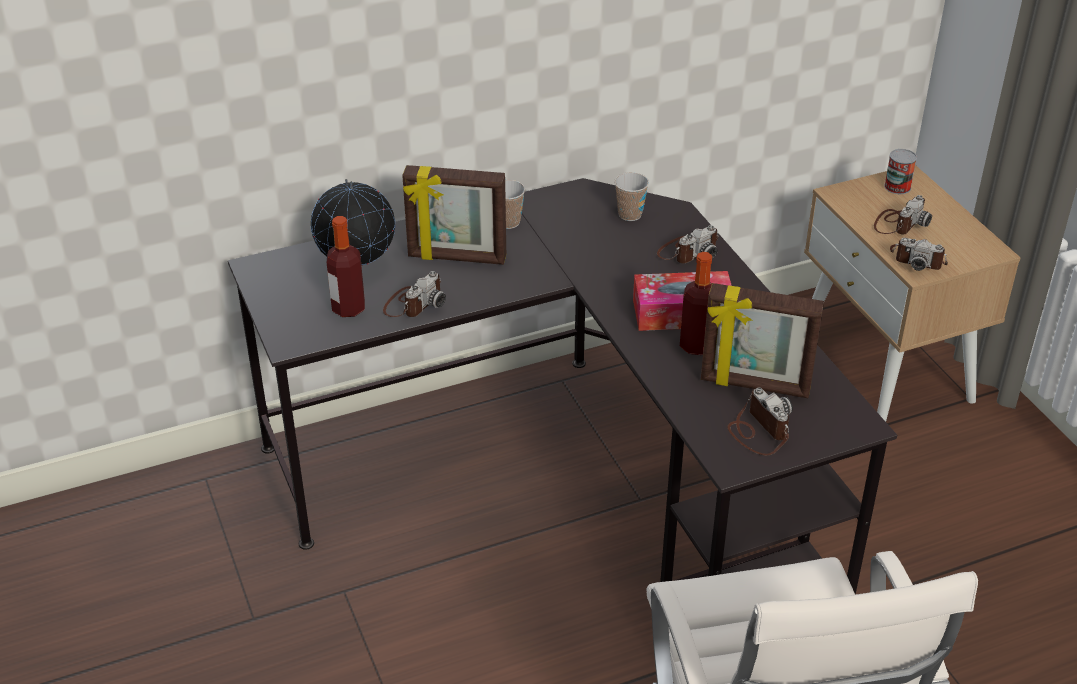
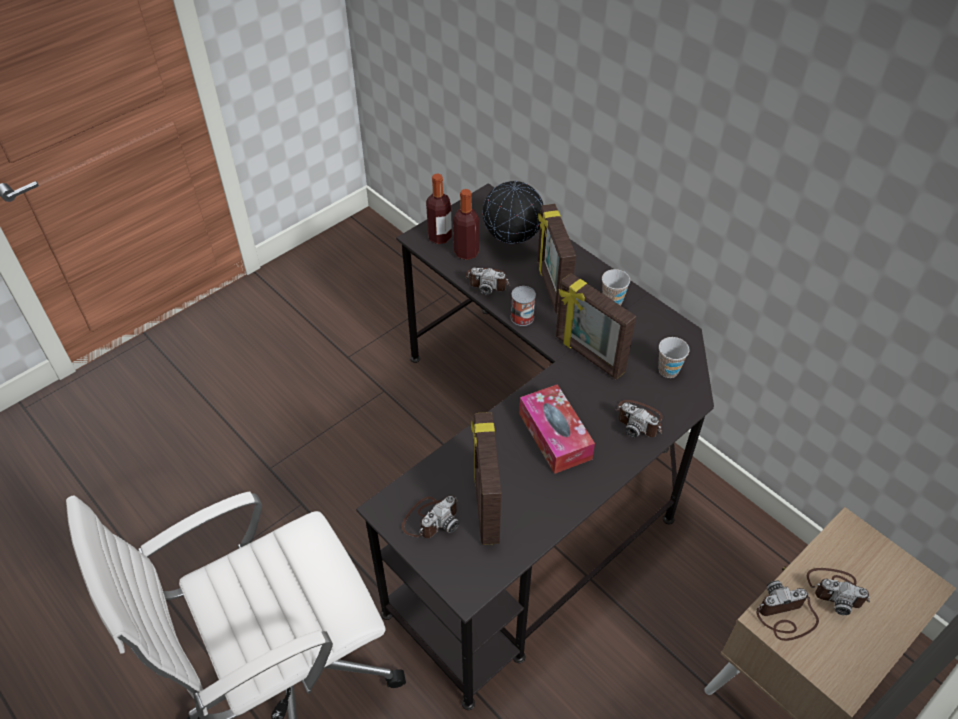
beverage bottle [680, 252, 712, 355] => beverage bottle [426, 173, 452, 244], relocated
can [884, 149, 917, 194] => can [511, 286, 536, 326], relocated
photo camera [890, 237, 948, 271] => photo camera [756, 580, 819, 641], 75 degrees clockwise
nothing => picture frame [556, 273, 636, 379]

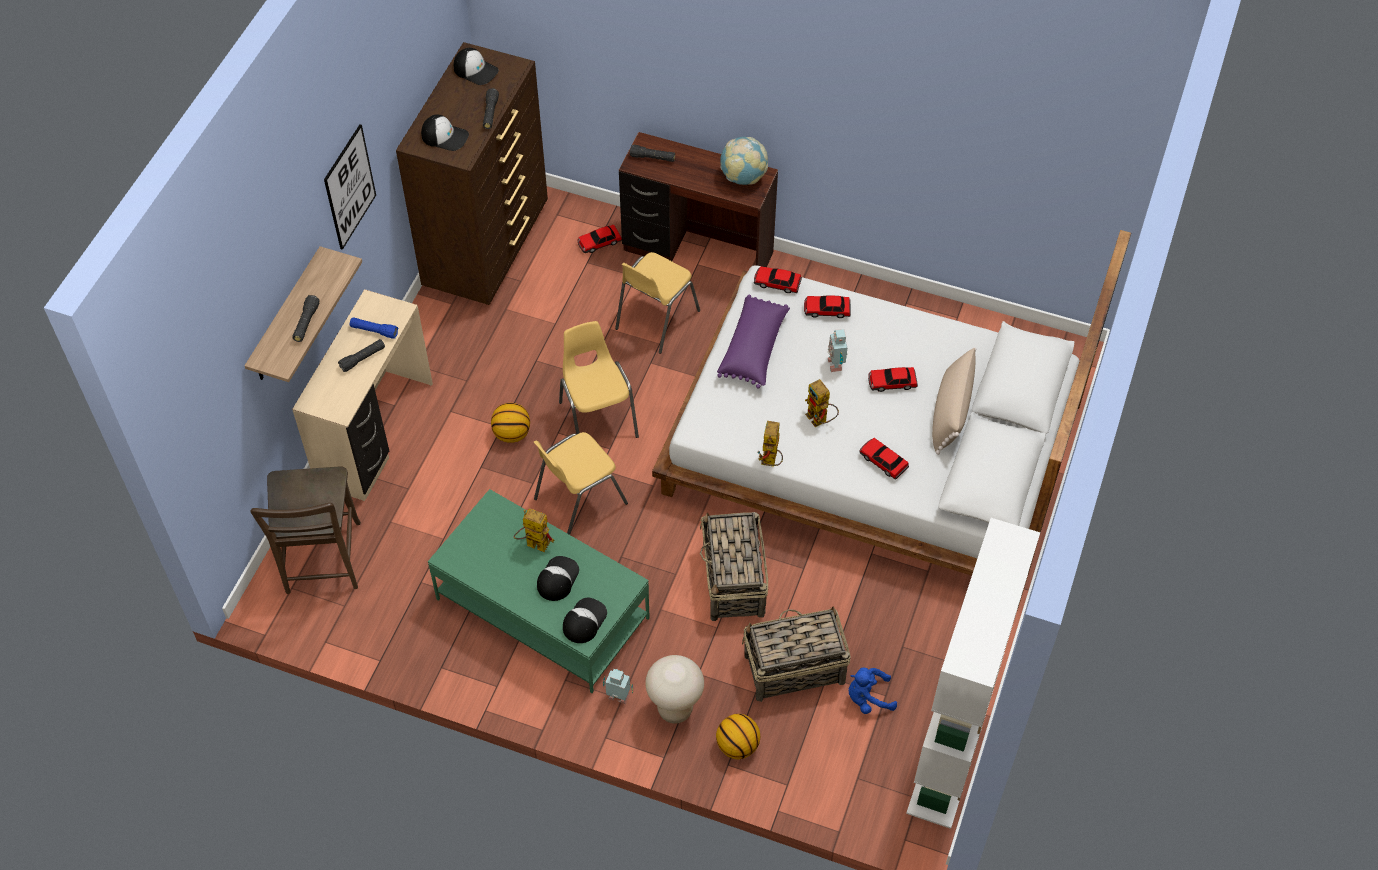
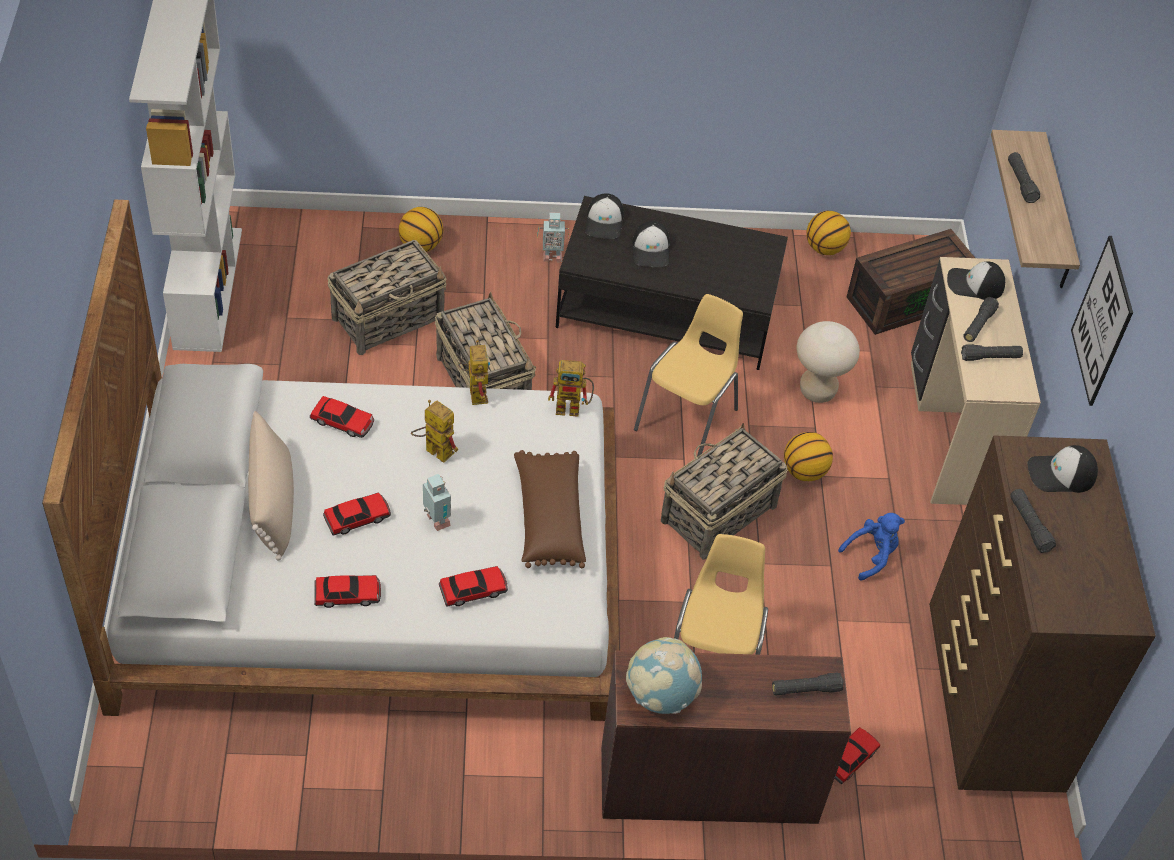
brown-coloured chair [250, 466, 361, 594] => brown-coloured storage container [847, 229, 975, 335]
bluish flashlight [350, 317, 398, 339] => black flashlight [961, 344, 1023, 361]
green-coloured low table [428, 489, 650, 693] => black low table [556, 196, 788, 370]
peaked cap [454, 48, 499, 85] => peaked cap [947, 261, 1005, 300], relocated
robot figure [514, 509, 554, 553] => robot figure [548, 360, 594, 417], relocated
yellow-coloured chair [559, 321, 639, 438] => storage basket [661, 423, 788, 560]
sand-coloured stool [645, 655, 704, 724] => sand-coloured stool [797, 321, 860, 403], relocated
purple pillow [717, 294, 790, 389] => brown-coloured pillow [514, 450, 586, 568]
model car [754, 266, 802, 293] => model car [314, 575, 381, 608], relocated
bluish cuddly toy [849, 667, 897, 714] => bluish cuddly toy [838, 513, 905, 581], relocated
nothing => basketball ball [806, 211, 851, 255]

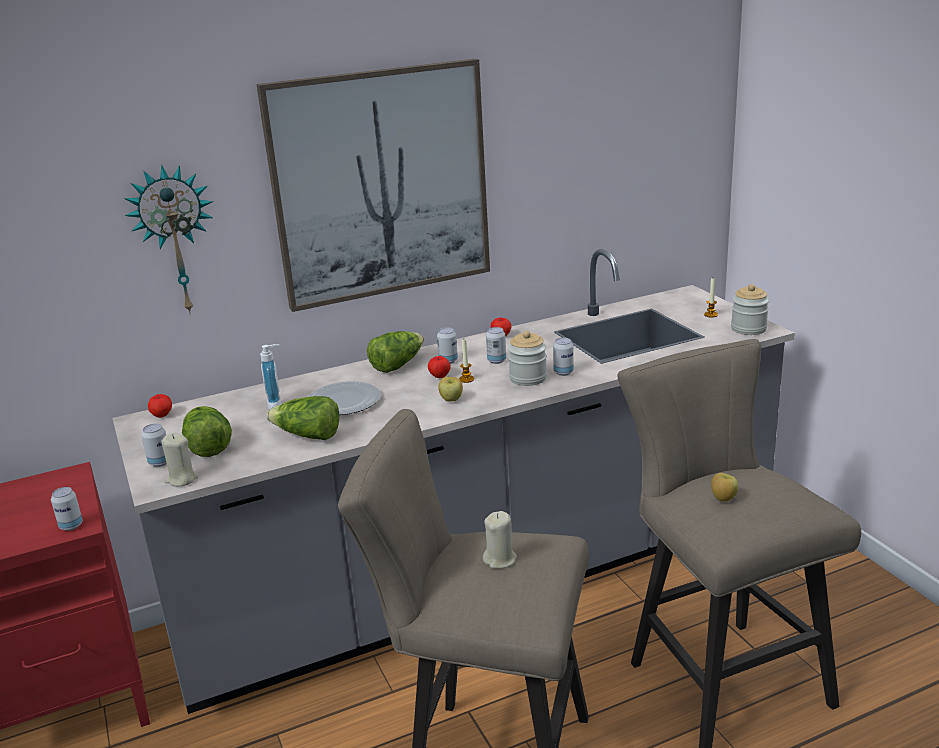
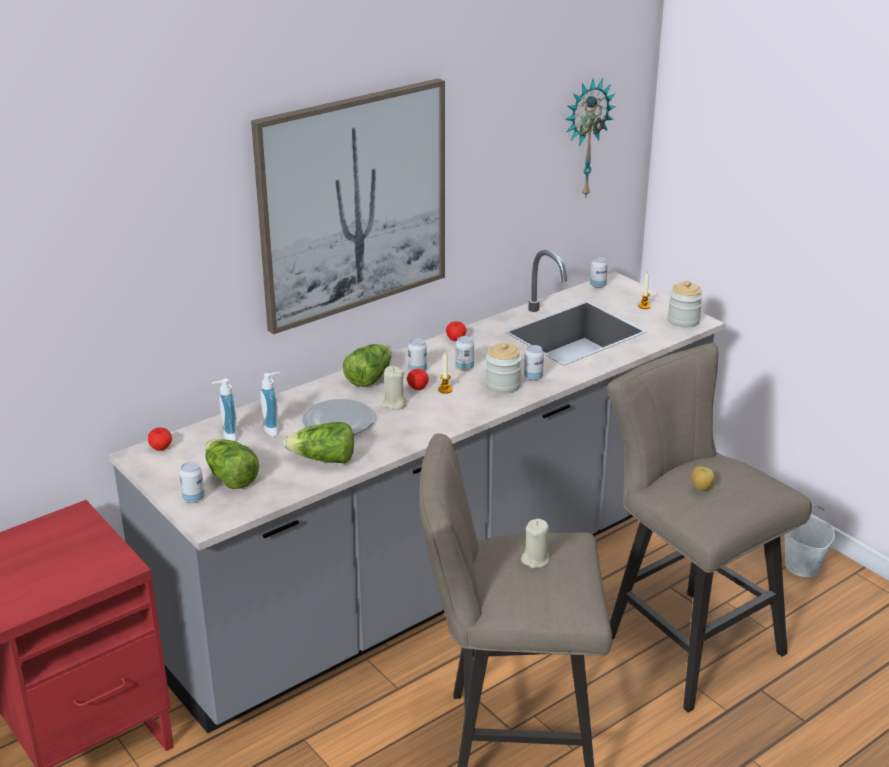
can [51, 487, 83, 531] => can [590, 257, 608, 288], relocated
hanging clock [124, 165, 213, 314] => hanging clock [565, 78, 616, 199], relocated
sand-coloured candle [161, 433, 198, 487] => sand-coloured candle [381, 366, 407, 410], relocated
whole apple [438, 377, 463, 402] => nothing
nothing => liquid soap bottle [212, 379, 238, 441]
nothing => whitish pail [785, 506, 835, 577]

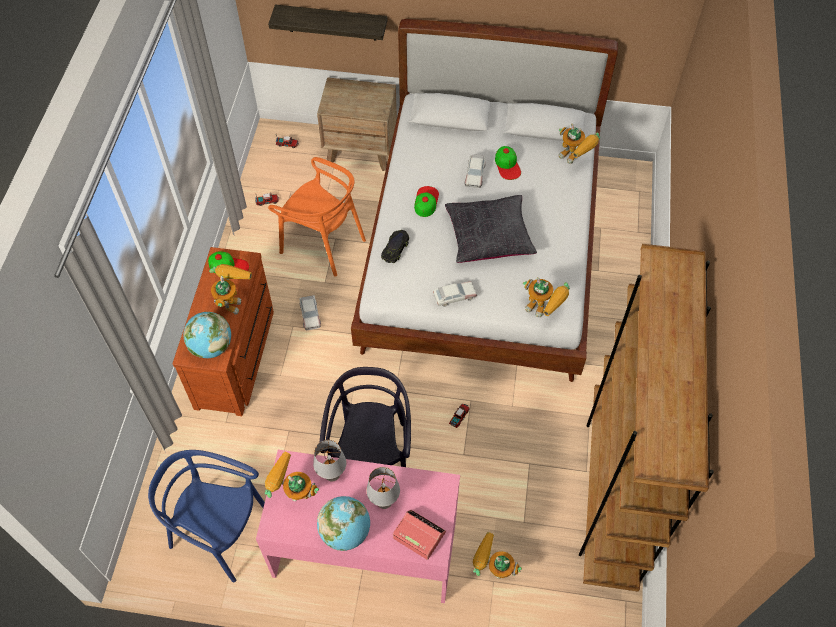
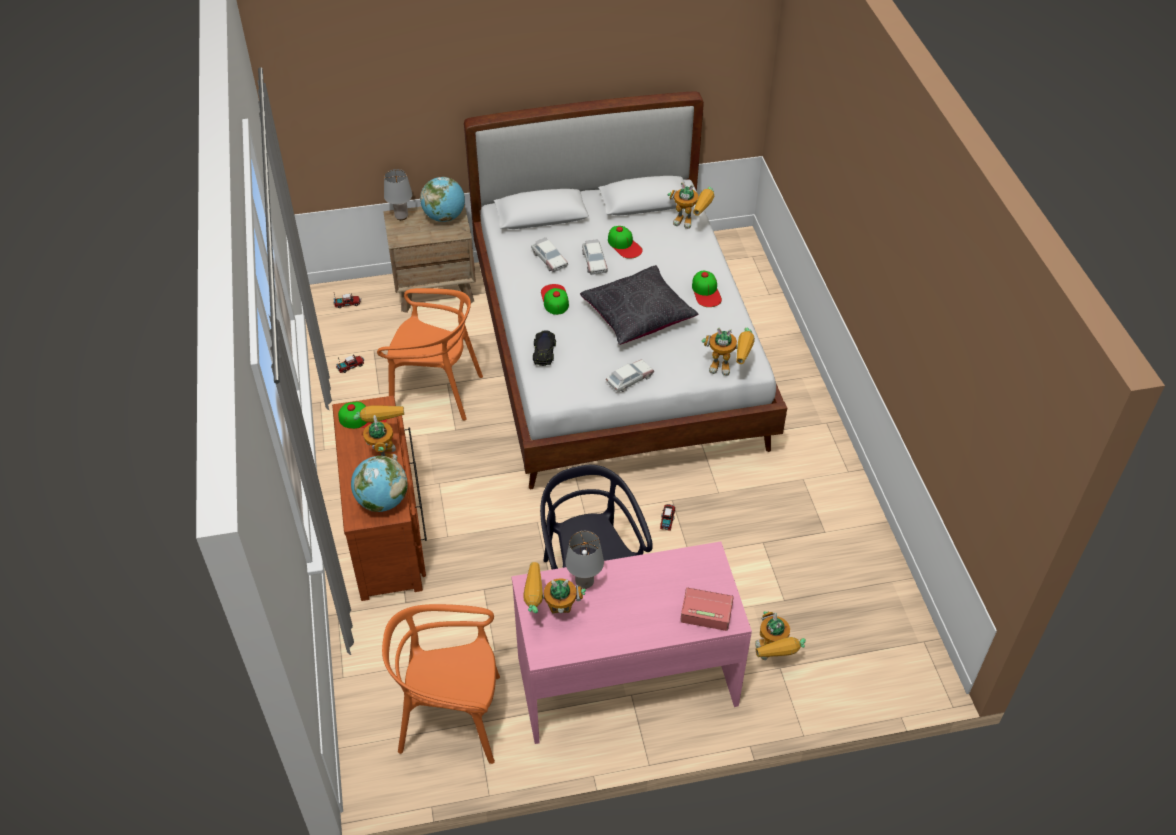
bluish chair [148, 450, 265, 582] => orangey chair [382, 604, 500, 764]
shelf [268, 5, 388, 41] => nothing
model car [299, 295, 321, 330] => model car [531, 238, 568, 273], relocated
desk globe [317, 496, 370, 551] => desk globe [420, 177, 465, 222], relocated
grey lamp for a table [366, 467, 400, 509] => grey lamp for a table [384, 169, 412, 220], relocated
robot figure [473, 532, 522, 579] => robot figure [755, 611, 806, 660], 105 degrees counterclockwise
brown-coloured shelving unit [579, 244, 714, 592] => nothing
nothing => peaked cap [692, 271, 722, 307]

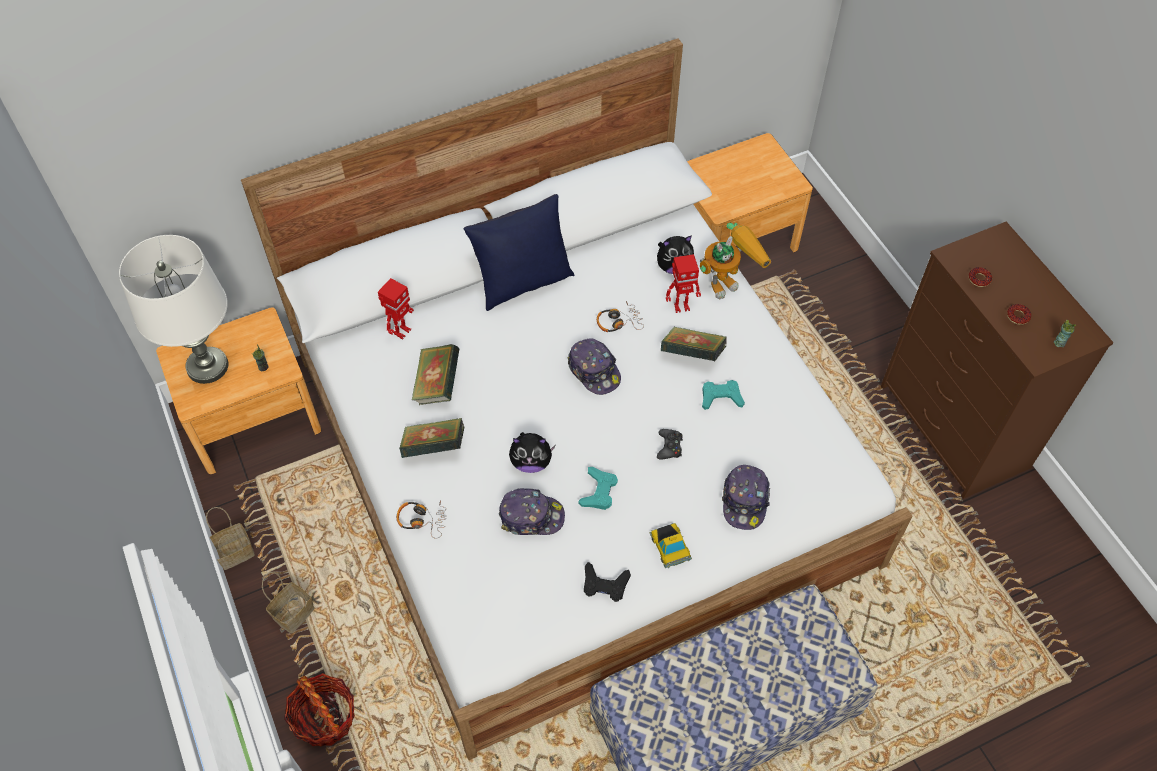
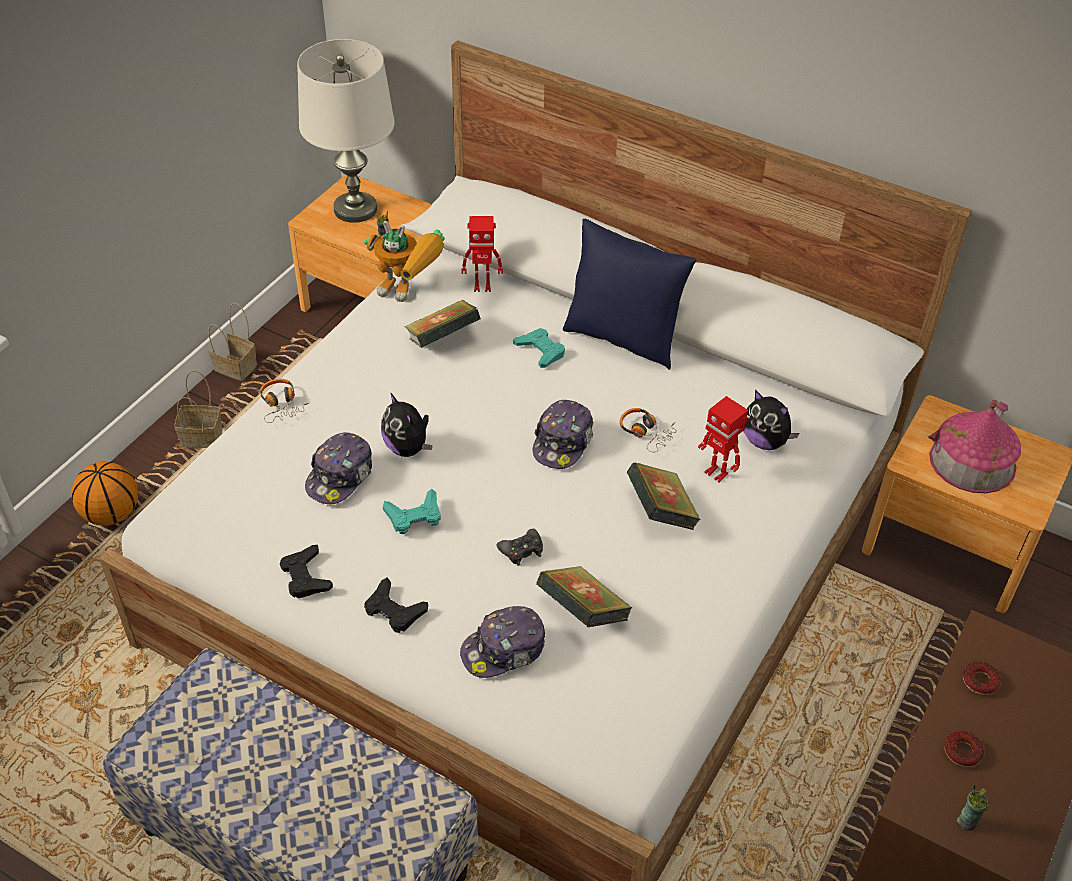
storage basket [284, 673, 355, 746] => basketball ball [71, 462, 138, 526]
bound book [399, 418, 464, 458] => bound book [536, 566, 633, 627], relocated
peaked cap [499, 488, 565, 535] => peaked cap [305, 432, 372, 504], 60 degrees clockwise
model car [649, 523, 692, 568] => black gamepad [364, 578, 428, 633]
robot figure [700, 223, 771, 299] => robot figure [364, 221, 445, 302], relocated
turquoise gamepad [702, 380, 745, 410] => turquoise gamepad [513, 328, 565, 368], relocated
nothing => toy house [928, 400, 1021, 493]

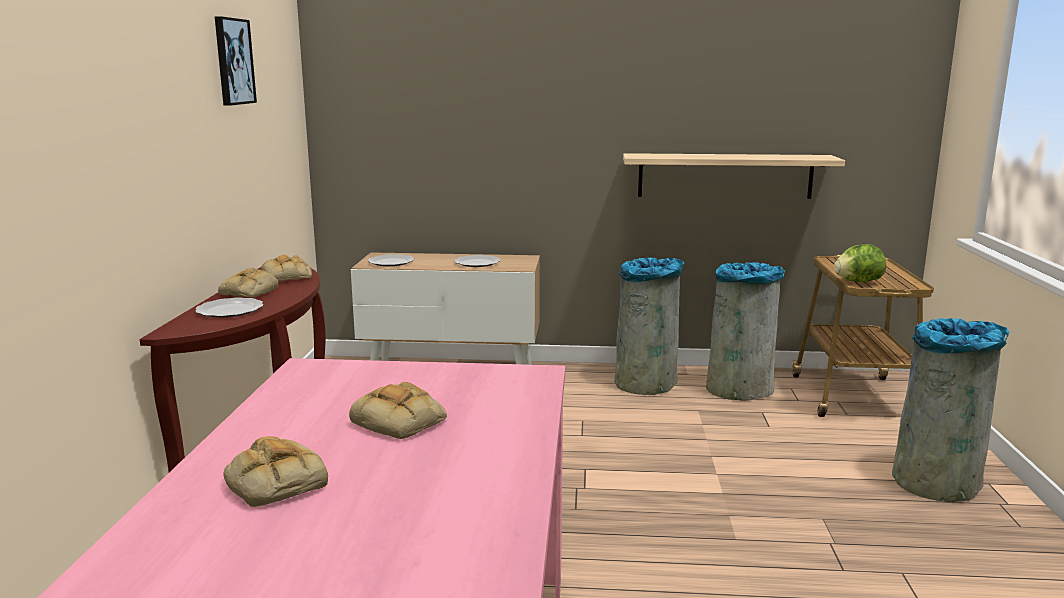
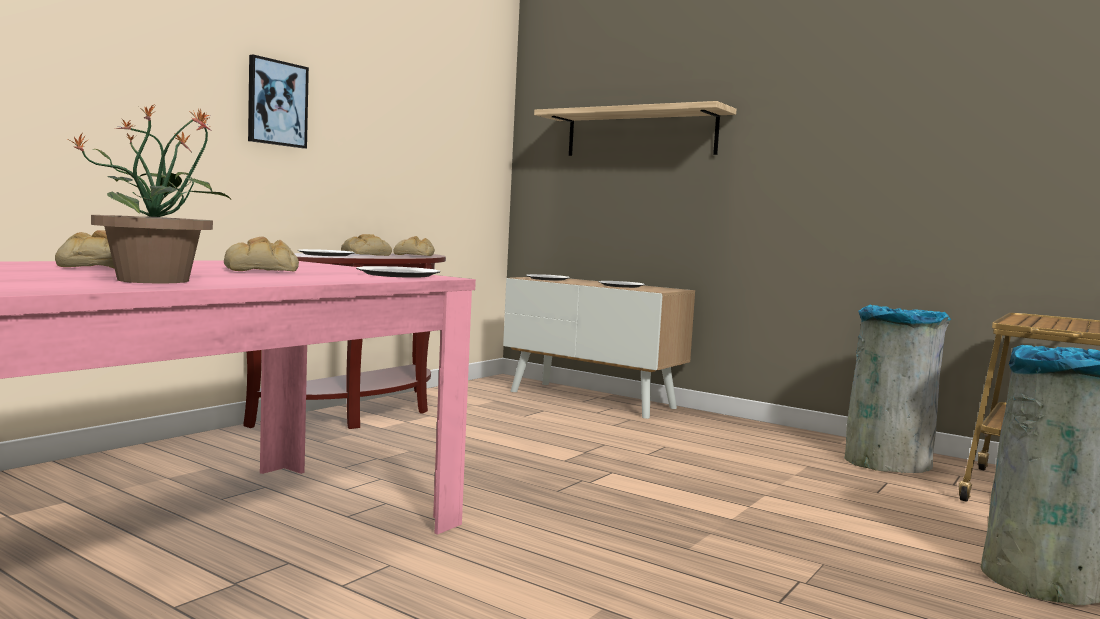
wall picture [215, 16, 257, 106] => wall picture [248, 55, 309, 148], relocated
grey waste bin [614, 257, 684, 395] => nothing
shelf [623, 153, 845, 199] => shelf [534, 101, 736, 156], relocated
lettuce head [834, 244, 886, 282] => nothing
nothing => potted plant [70, 104, 232, 283]
nothing => flat dish [356, 266, 440, 278]

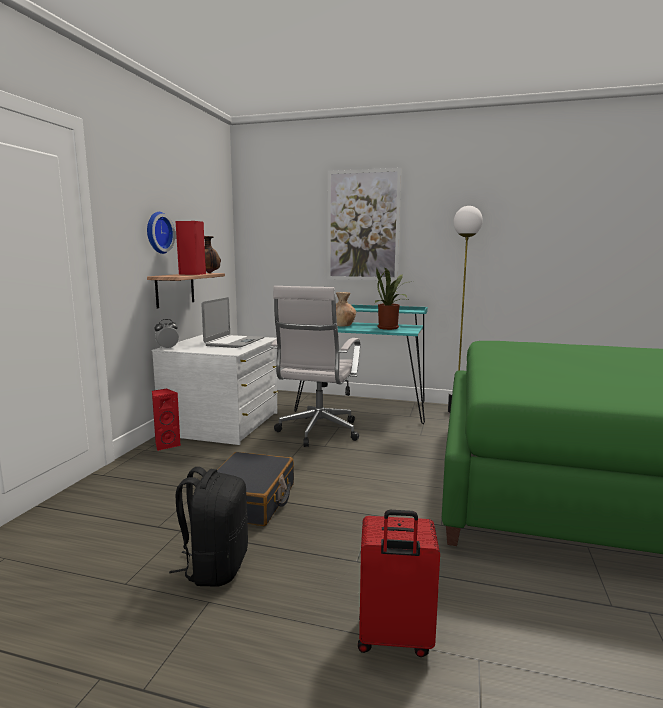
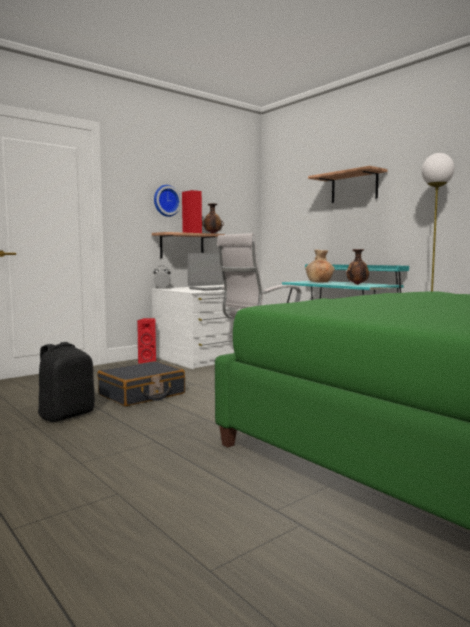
wall picture [327, 168, 401, 280] => shelf [308, 166, 388, 203]
red suitcase [358, 510, 440, 657] => nothing
potted plant [375, 268, 411, 330] => decorative vase [346, 249, 369, 285]

